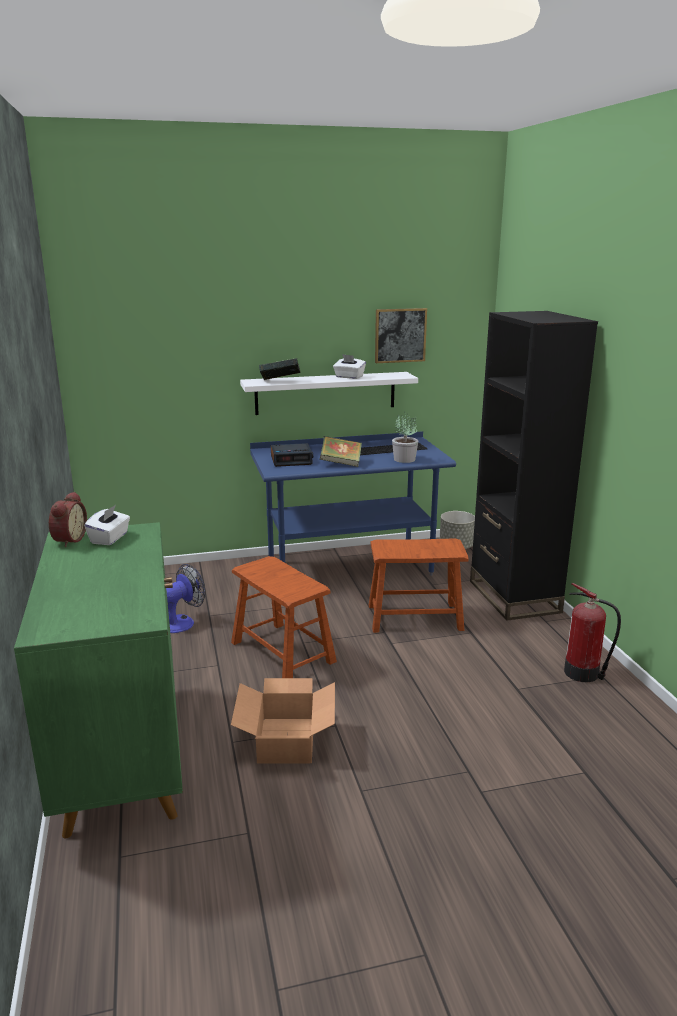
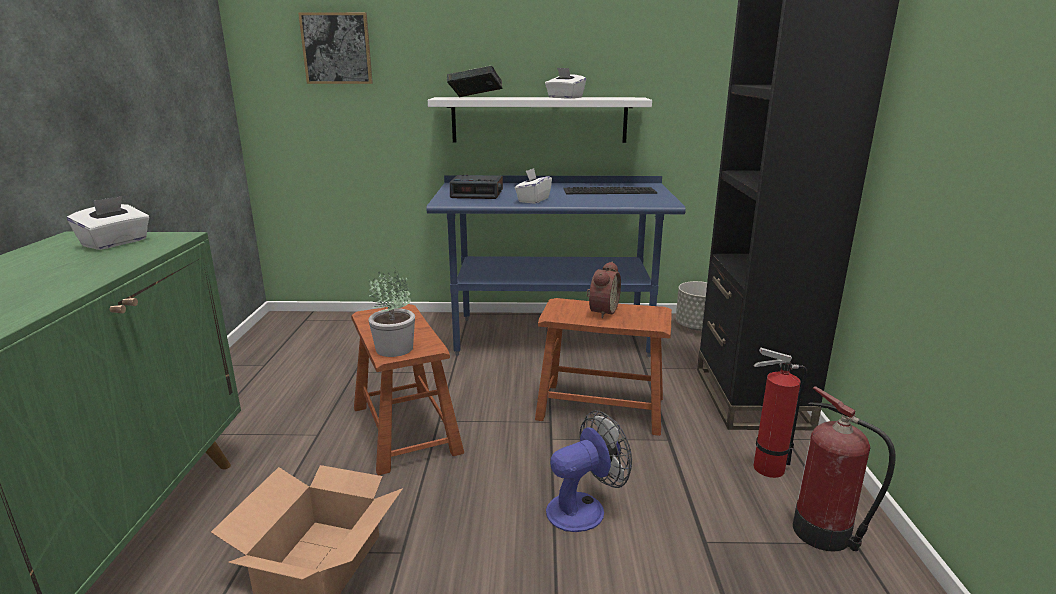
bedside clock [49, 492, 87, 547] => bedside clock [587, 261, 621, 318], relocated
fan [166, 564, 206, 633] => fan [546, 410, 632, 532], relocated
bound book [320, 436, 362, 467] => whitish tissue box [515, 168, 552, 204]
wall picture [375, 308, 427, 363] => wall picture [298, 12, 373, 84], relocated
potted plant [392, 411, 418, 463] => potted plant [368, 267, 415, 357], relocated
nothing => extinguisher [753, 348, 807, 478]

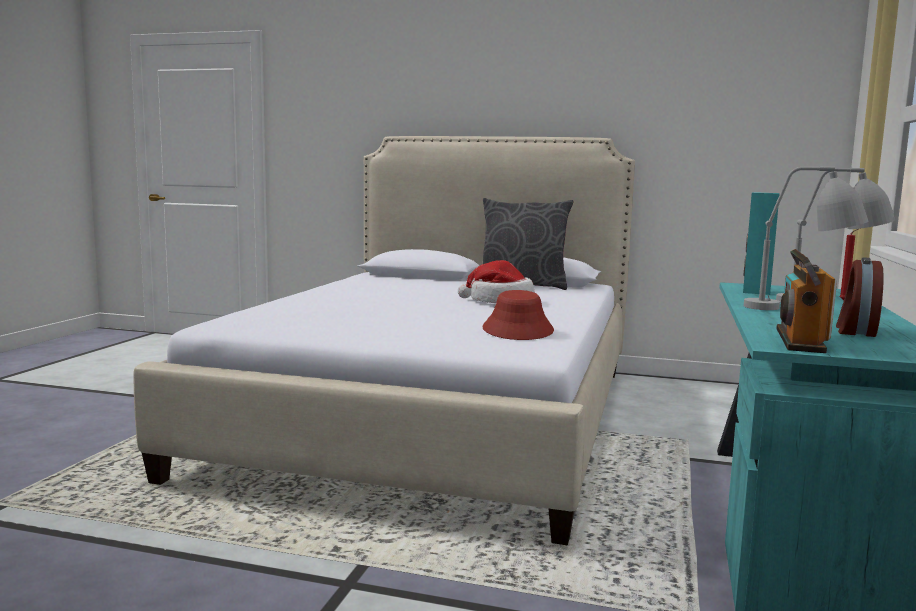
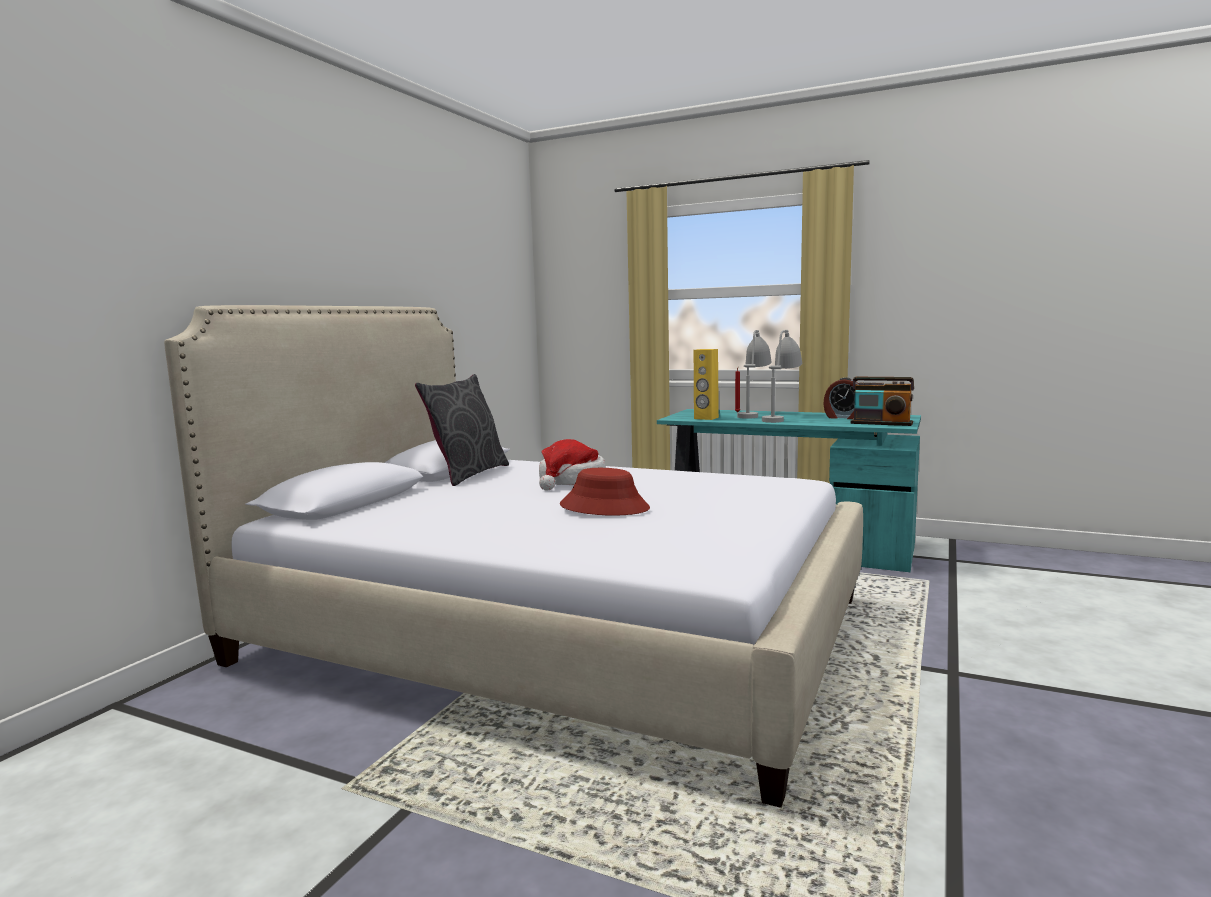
red clothing hat [482, 290, 554, 340] => red clothing hat [560, 468, 650, 516], relocated
turquoise audio speaker [743, 192, 780, 295] => yellow-coloured audio speaker [694, 349, 719, 420]

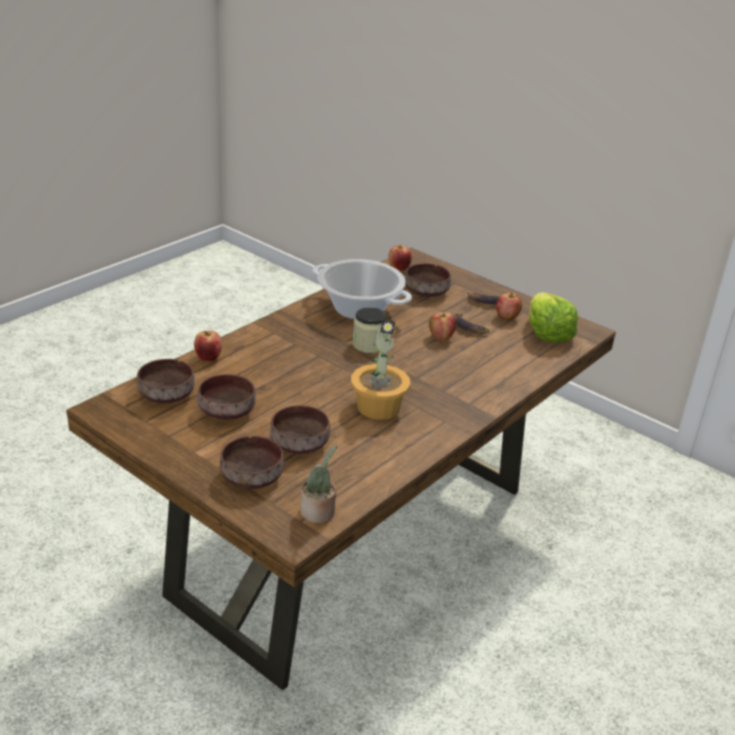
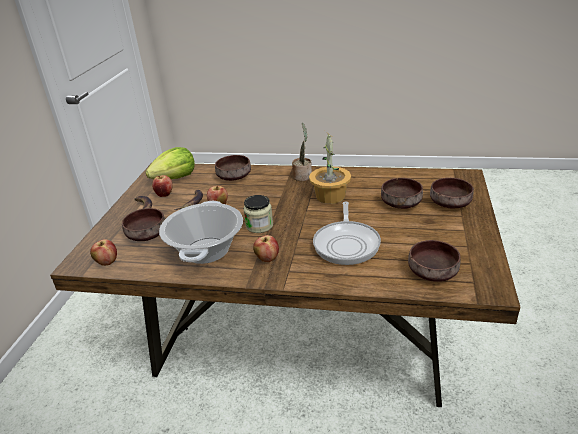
whole apple [194, 331, 222, 361] => whole apple [253, 235, 279, 262], relocated
brown-coloured bowl [197, 374, 256, 419] => brown-coloured bowl [215, 155, 251, 181], relocated
potted plant [301, 444, 337, 523] => potted plant [292, 123, 312, 181], relocated
nothing => skillet [313, 201, 381, 265]

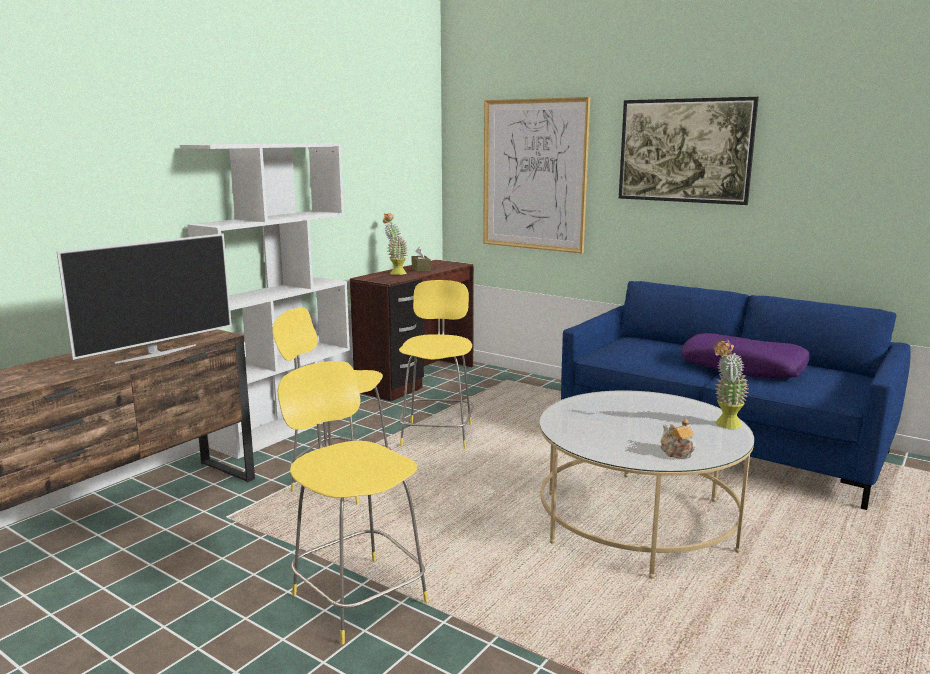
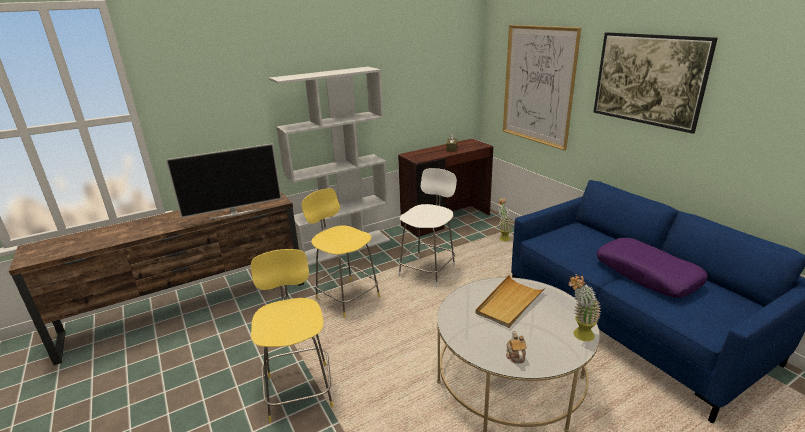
potted plant [383, 213, 408, 275] => potted plant [498, 198, 513, 241], relocated
yellow-coloured stool [399, 280, 474, 449] => whitish stool [399, 168, 457, 287]
nothing => sand-coloured carrying tray [475, 275, 545, 328]

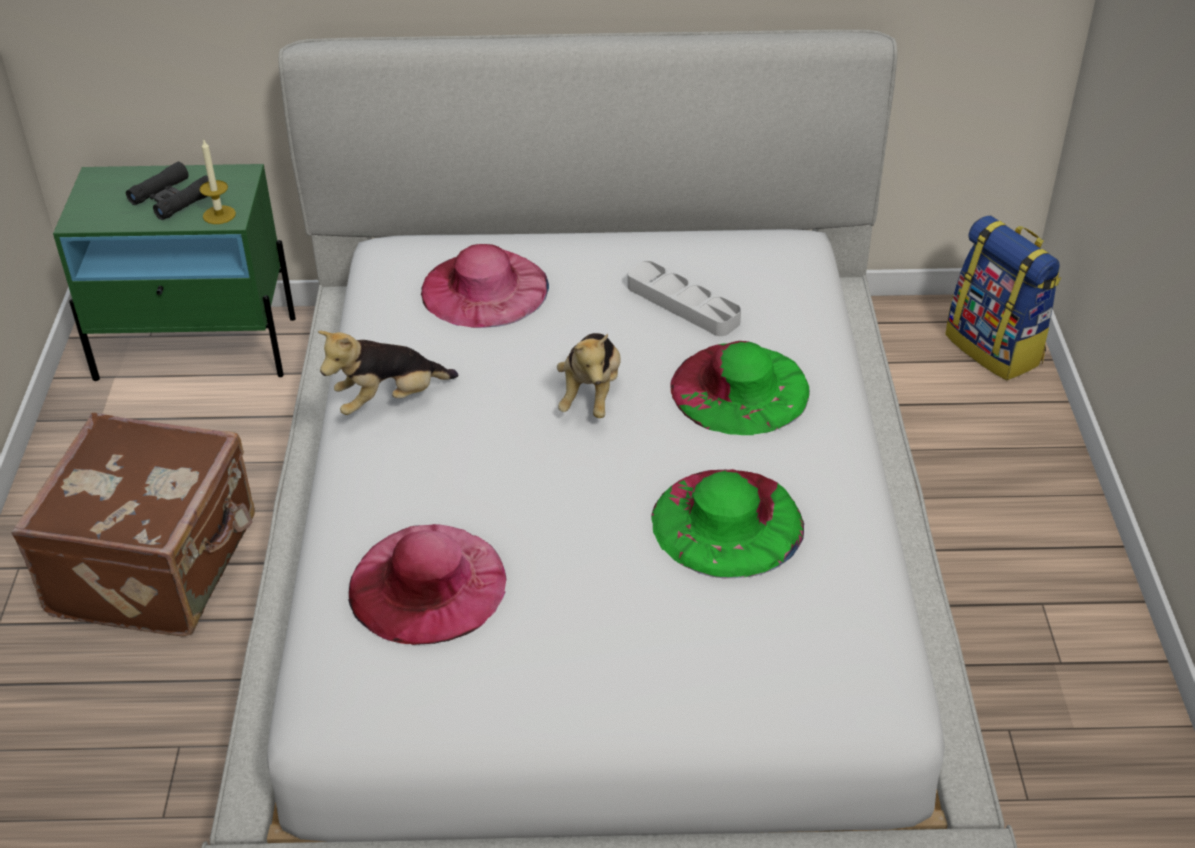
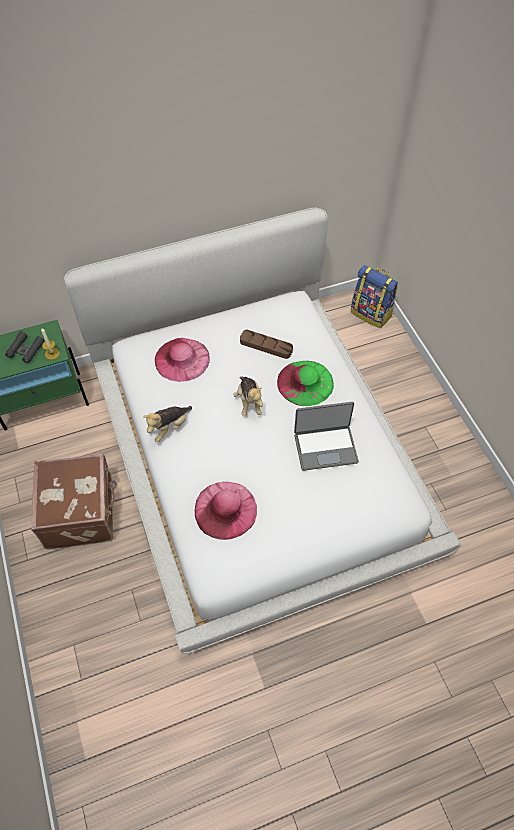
grey carrying tray [628, 261, 741, 336] => brown-coloured carrying tray [240, 330, 293, 359]
green-coloured clothing hat [651, 469, 804, 578] => portable computer [294, 402, 359, 471]

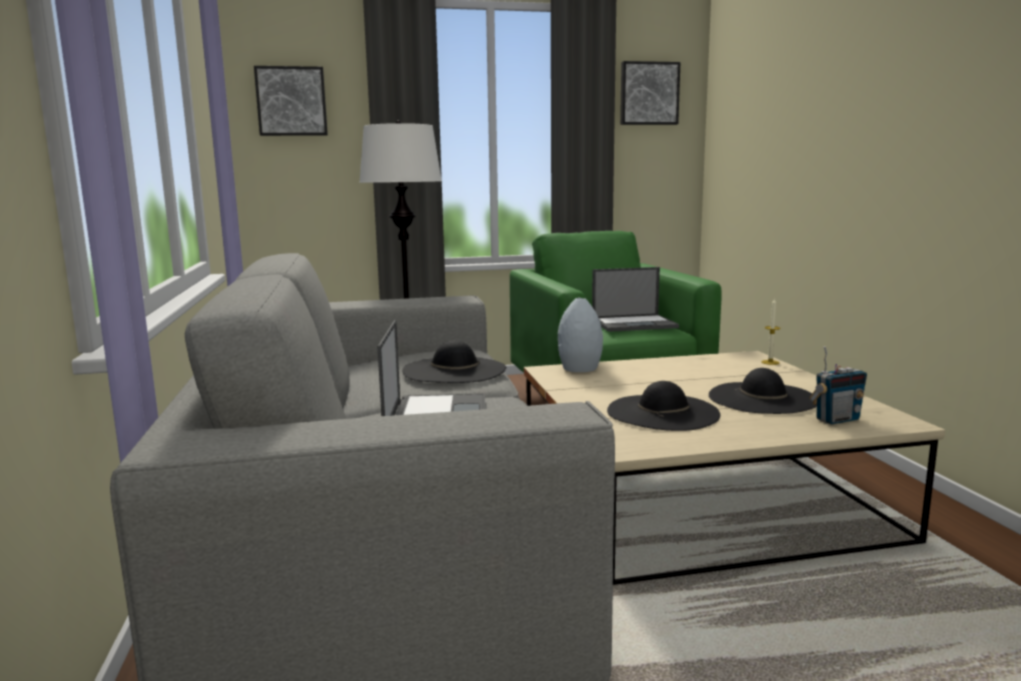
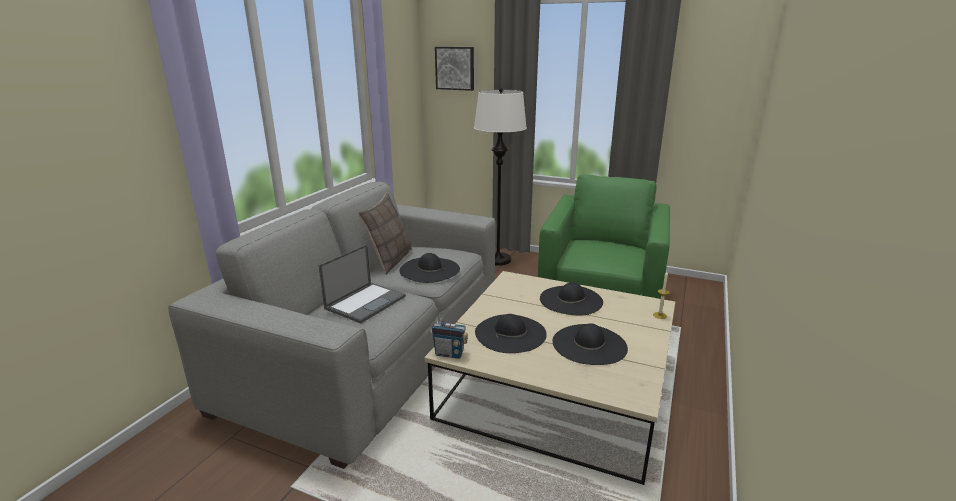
grey decorative vase [558, 298, 603, 372] => nothing
portable computer [592, 267, 679, 332] => nothing
wall picture [620, 61, 680, 125] => nothing
radio receiver [809, 346, 867, 425] => radio receiver [430, 307, 468, 359], relocated
nothing => pillow [358, 193, 412, 275]
nothing => black clothing hat [540, 282, 603, 316]

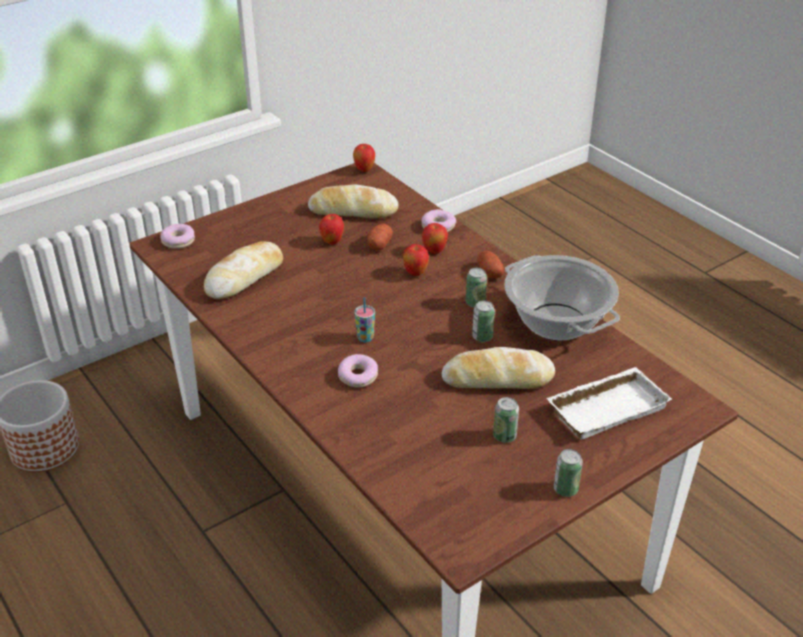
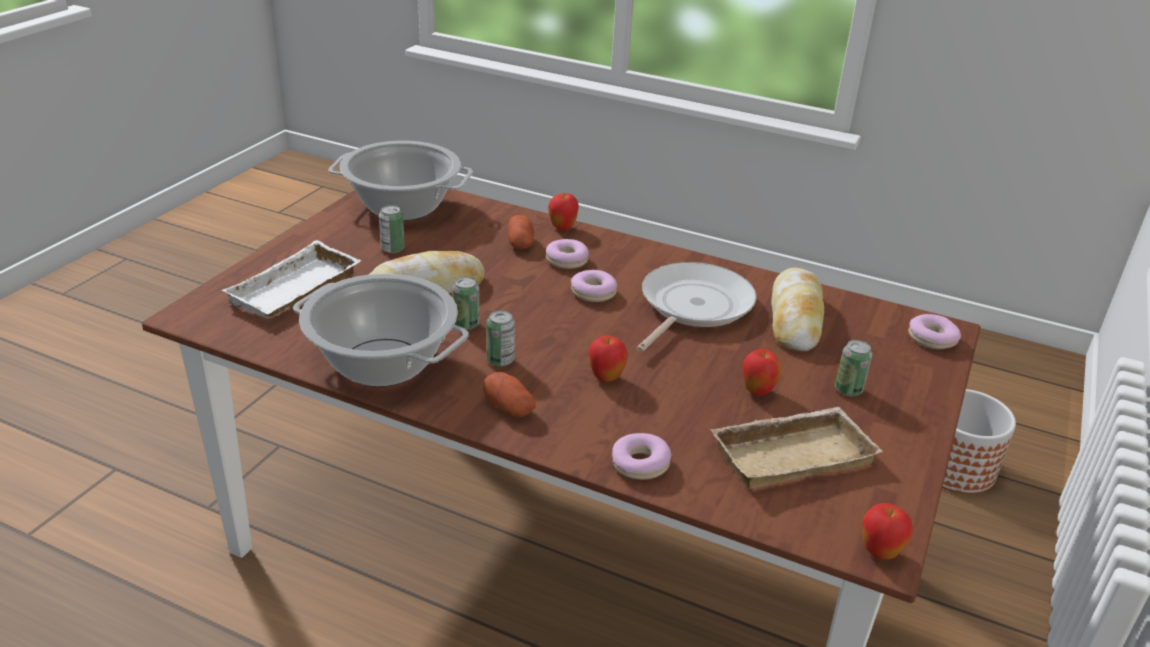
baked bread [308, 184, 398, 218] => sand-coloured carrying tray [710, 407, 883, 489]
small cup [354, 297, 375, 342] => doughnut [571, 270, 617, 302]
potato [367, 223, 393, 250] => potato [508, 215, 534, 249], relocated
whole apple [422, 223, 448, 254] => whole apple [548, 193, 579, 231], relocated
can [554, 449, 583, 497] => can [835, 340, 872, 396], relocated
nothing => saucepot [328, 141, 473, 221]
nothing => skillet [636, 262, 757, 352]

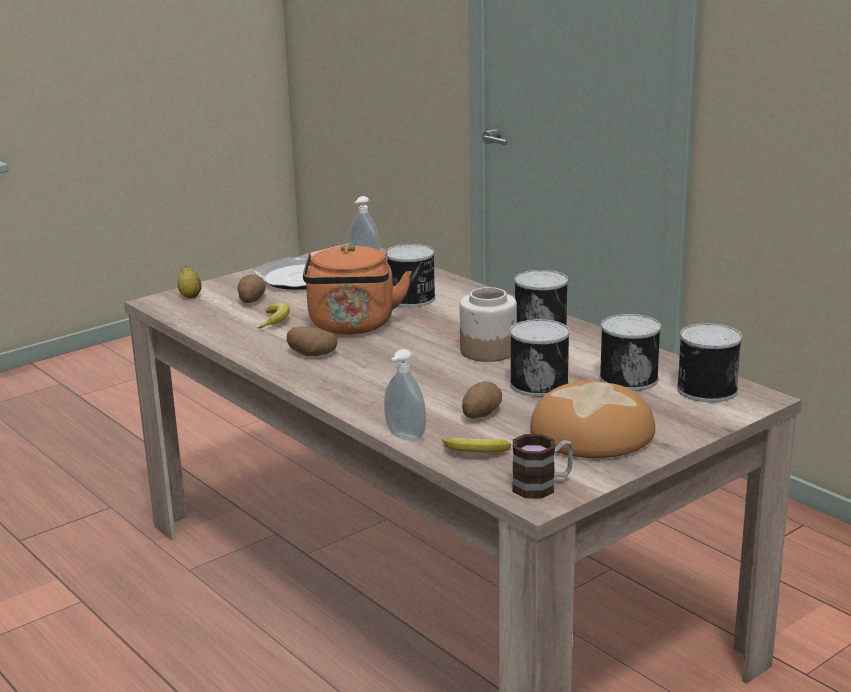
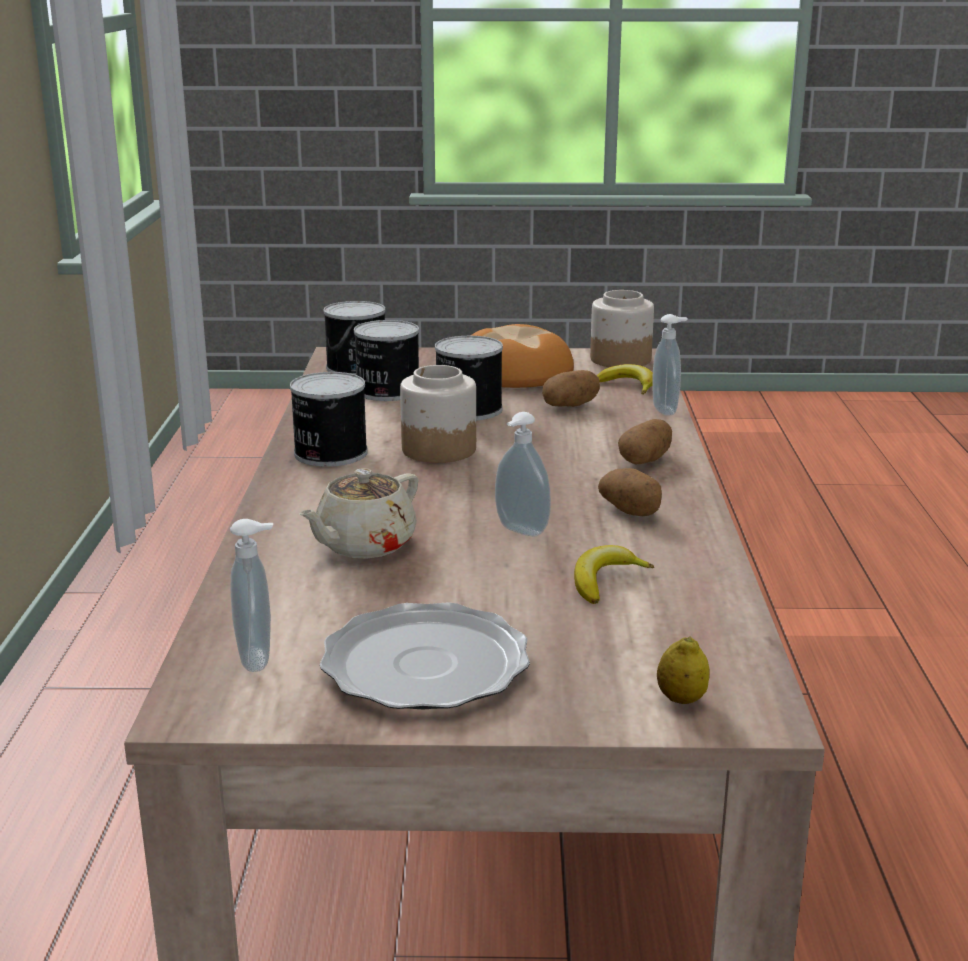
potato [238, 274, 265, 303] => potato [618, 419, 672, 464], relocated
orangey tea kettle [303, 244, 412, 335] => liquid soap bottle [495, 412, 551, 536]
can [385, 244, 436, 307] => sand-coloured pot for tea [299, 468, 418, 558]
mug [512, 434, 574, 498] => jar [590, 290, 654, 367]

